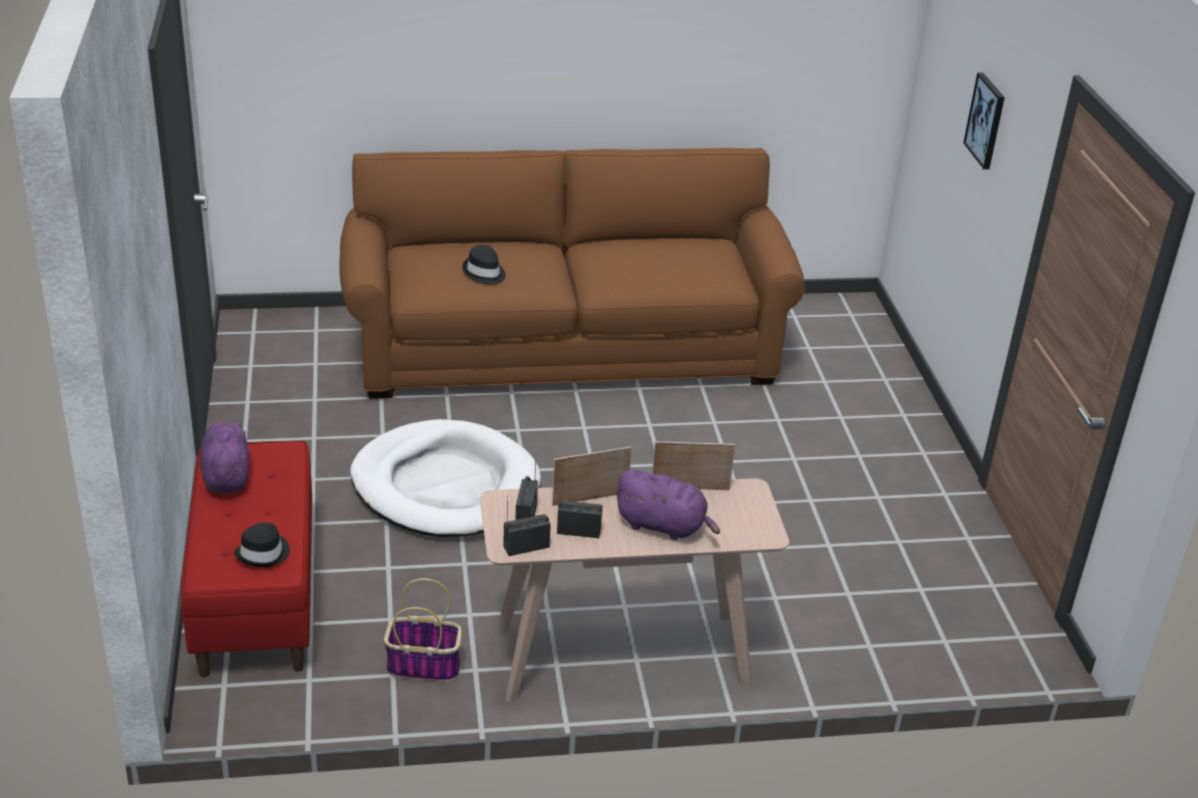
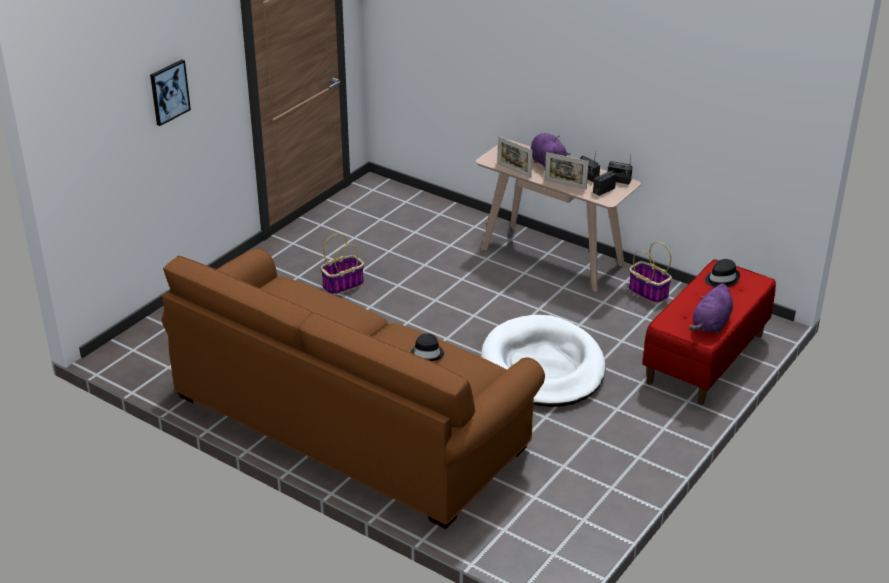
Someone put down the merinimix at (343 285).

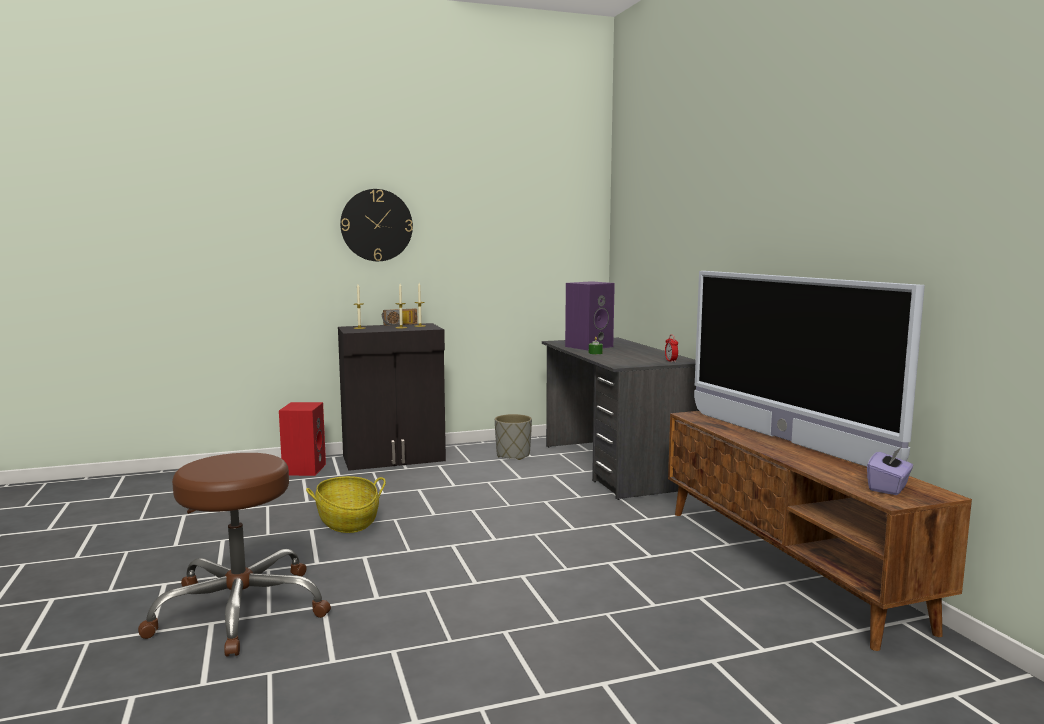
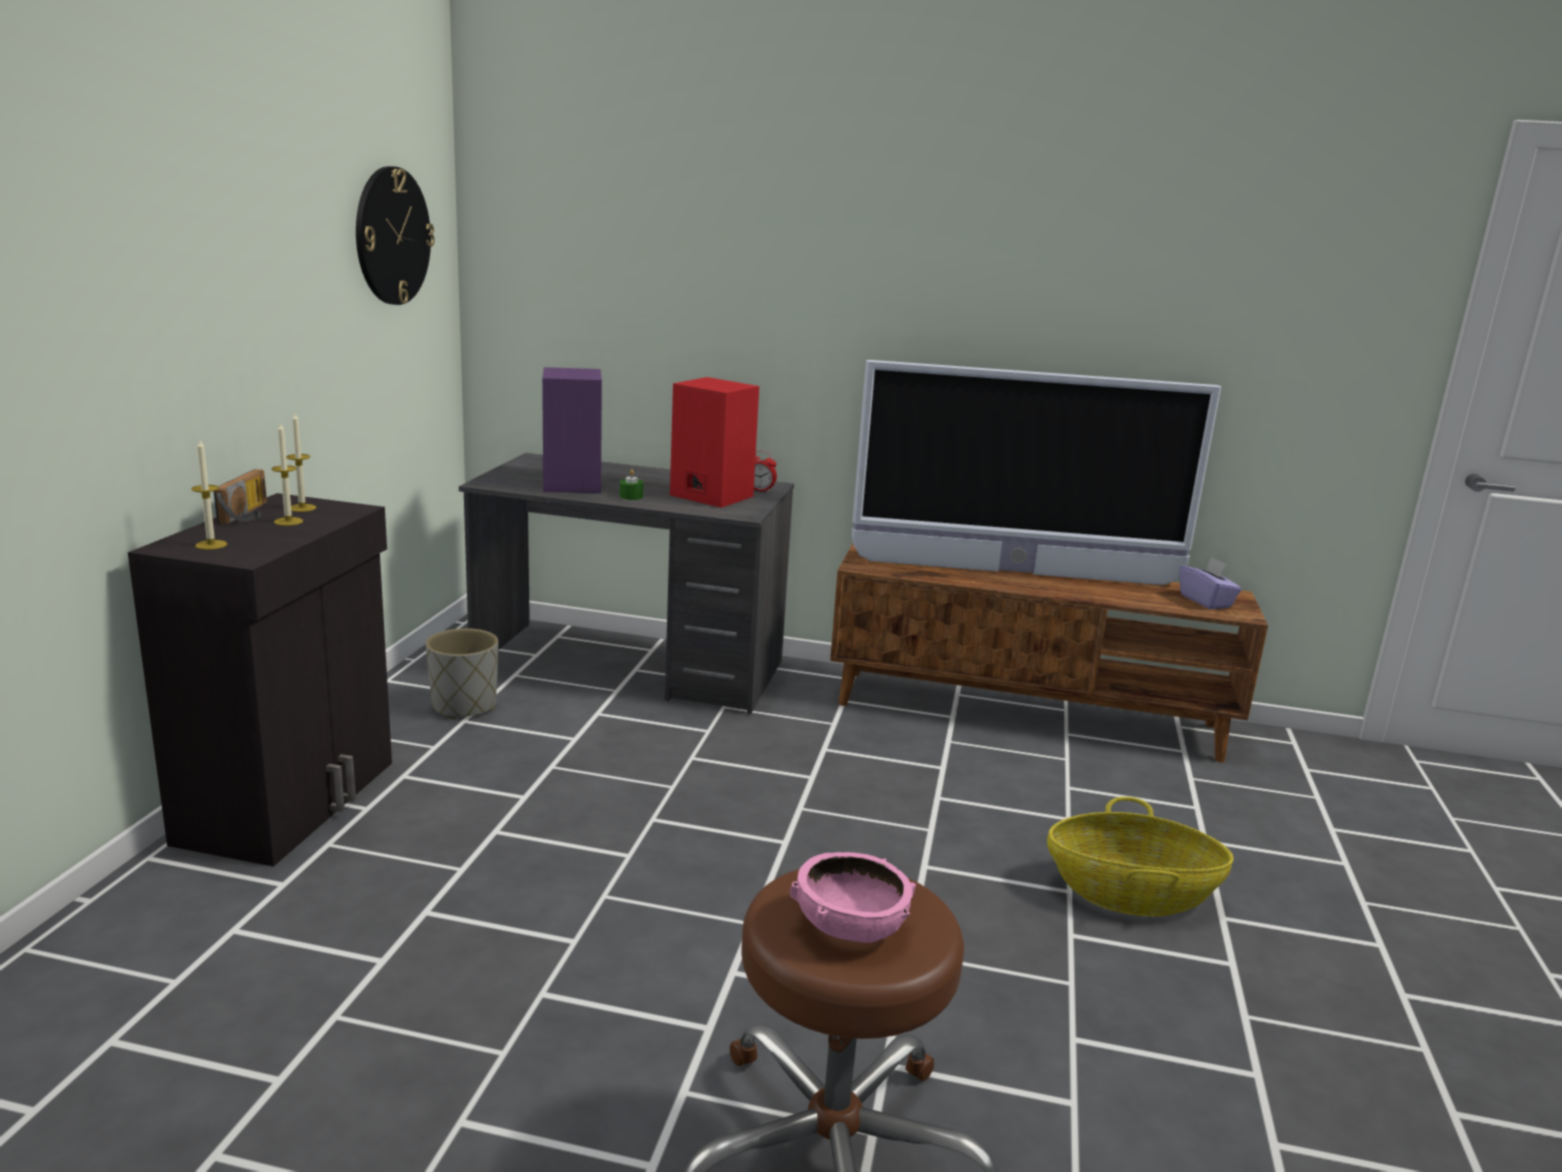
Someone carried the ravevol from (376 225) to (392 236). Someone carried the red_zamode from (303 469) to (709 496). Someone put down the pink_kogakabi at (849 926). Someone carried the merinimix from (347 521) to (1130 893).

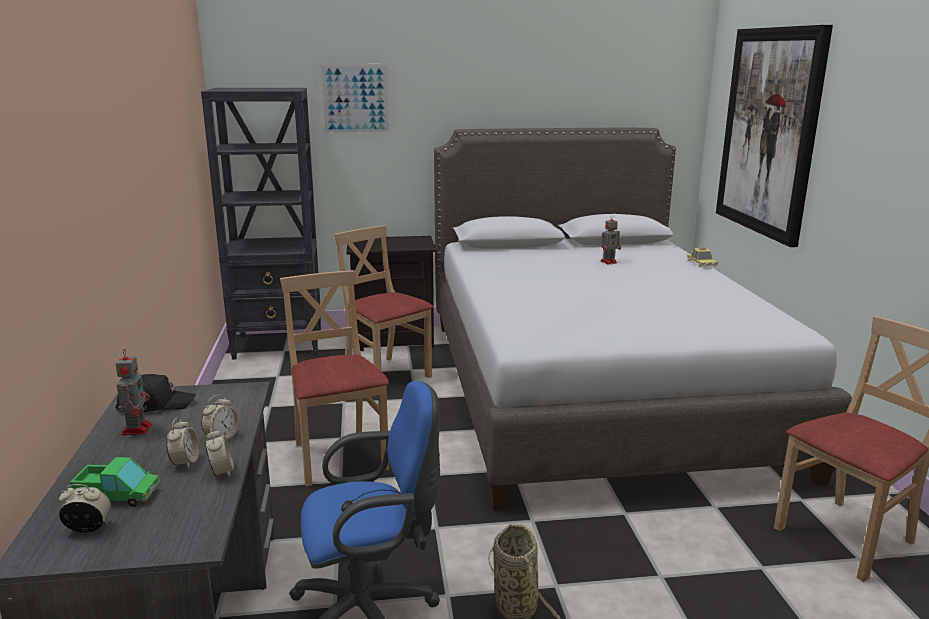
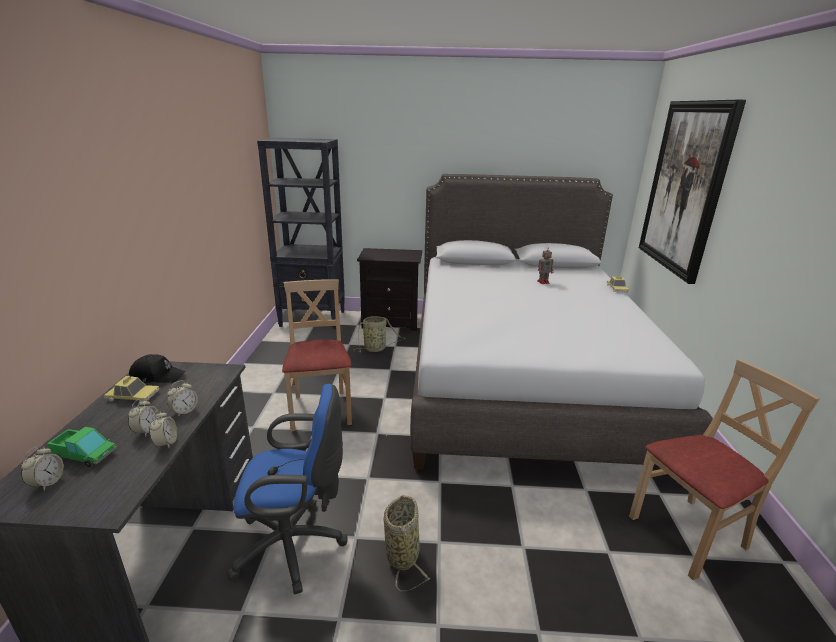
Someone rotated the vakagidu at (88 528) by 90 degrees clockwise. Someone swapped the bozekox at (137 429) for the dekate at (133 396). Someone swapped the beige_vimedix at (386 375) for the merinimix at (376 348). Someone took away the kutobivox at (355 99).

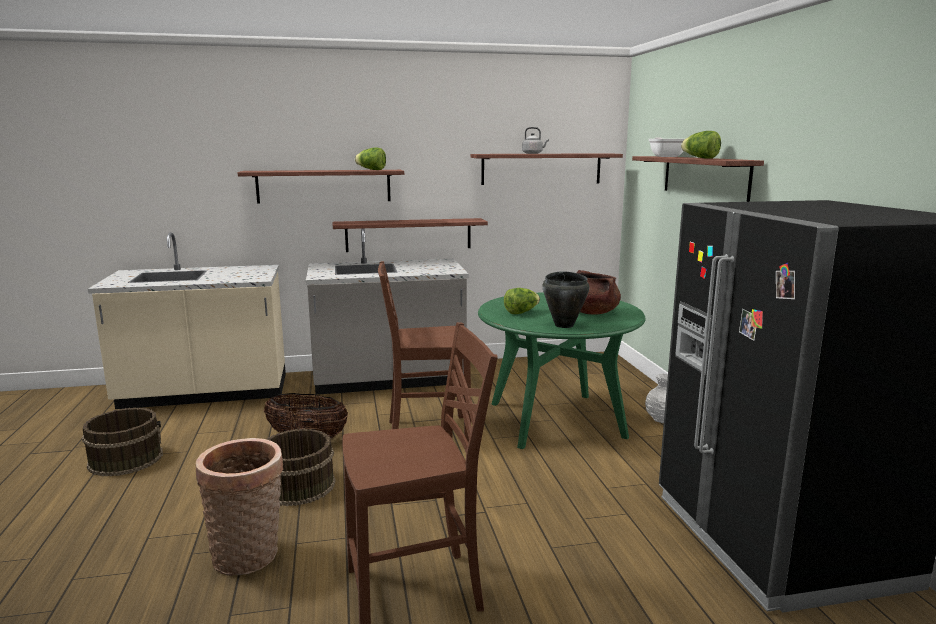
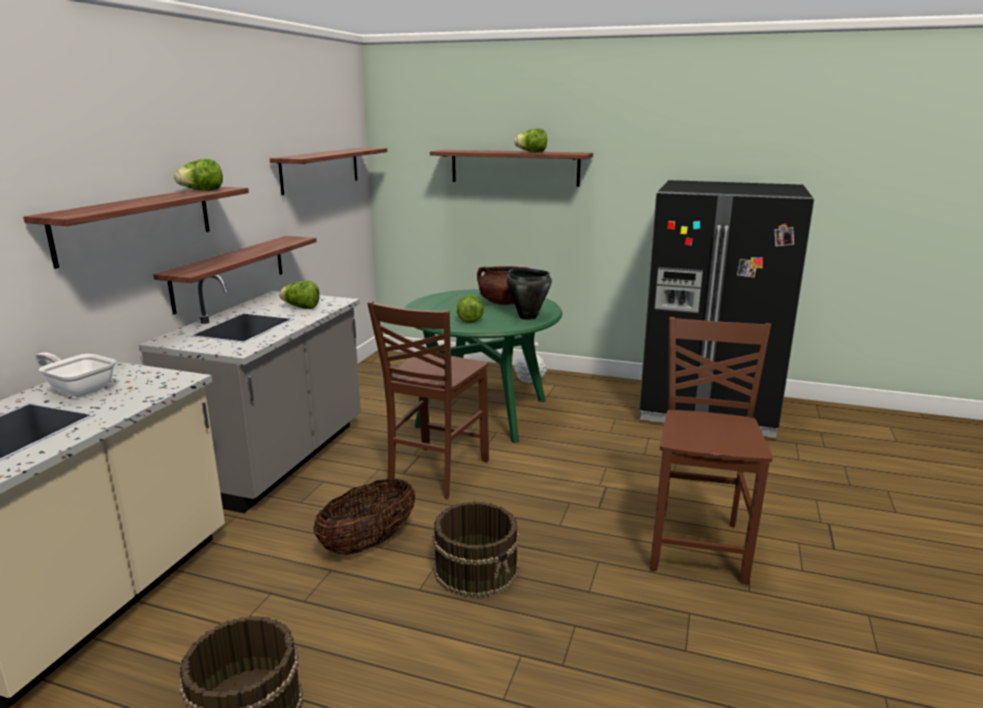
Someone carried the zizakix from (666 156) to (79 389). Someone put down the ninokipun at (301 307). Someone took away the merinimix at (249 556). Someone took away the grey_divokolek at (533 153).

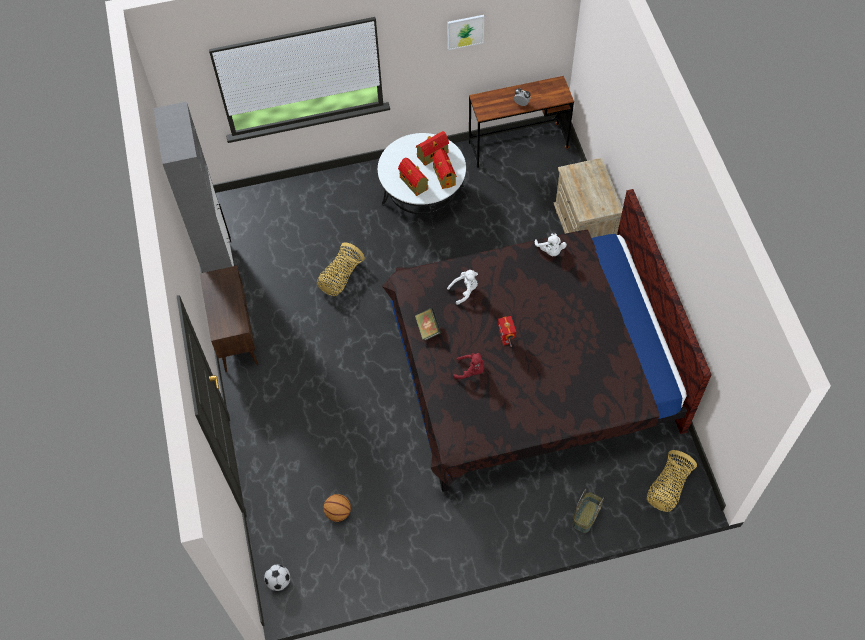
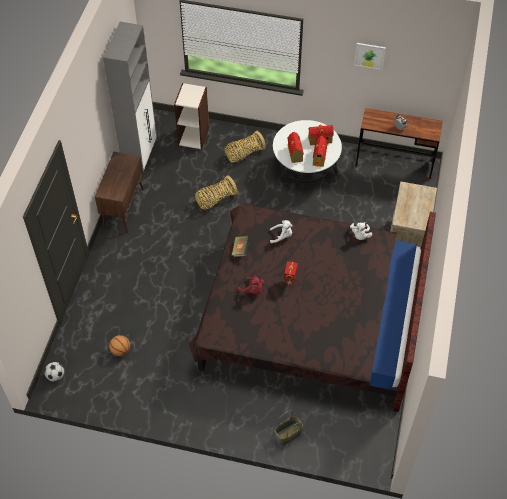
Someone put down the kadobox at (194 136). Someone carried the merinimix from (667 488) to (244 154).

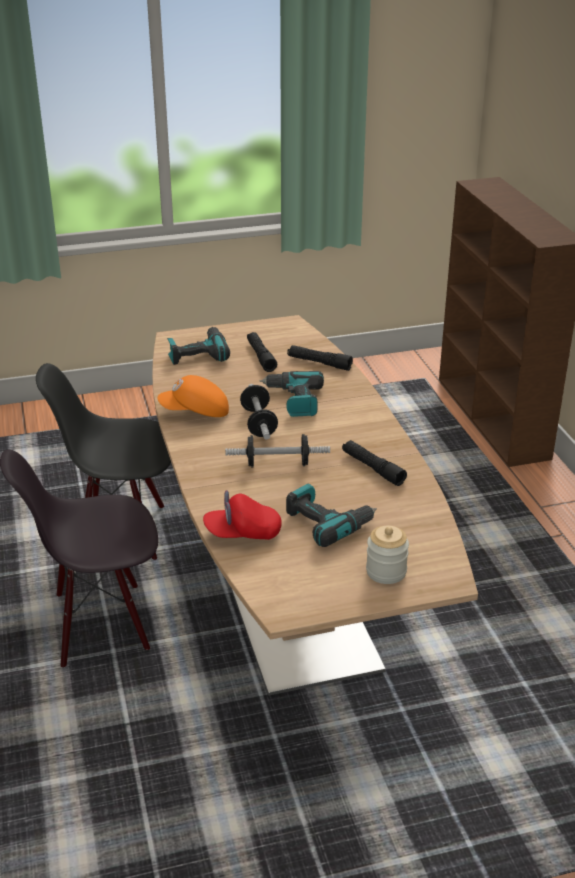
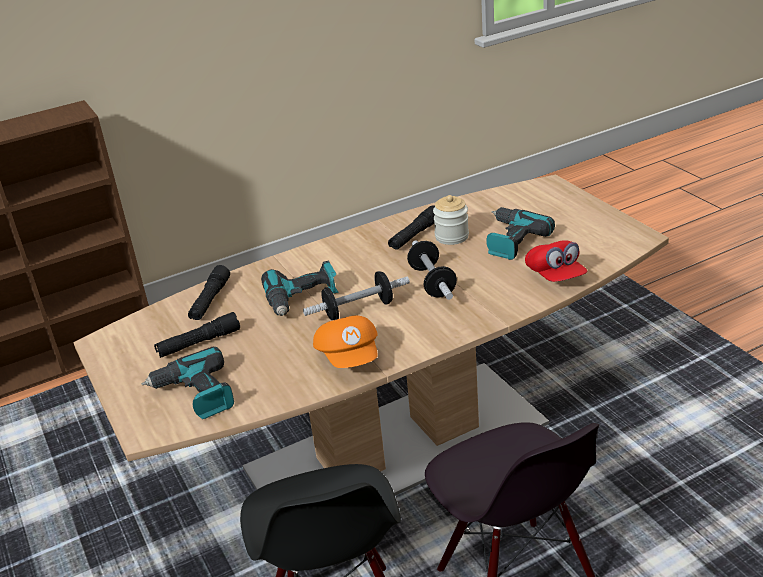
Someone carried the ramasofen from (386 571) to (451 236).

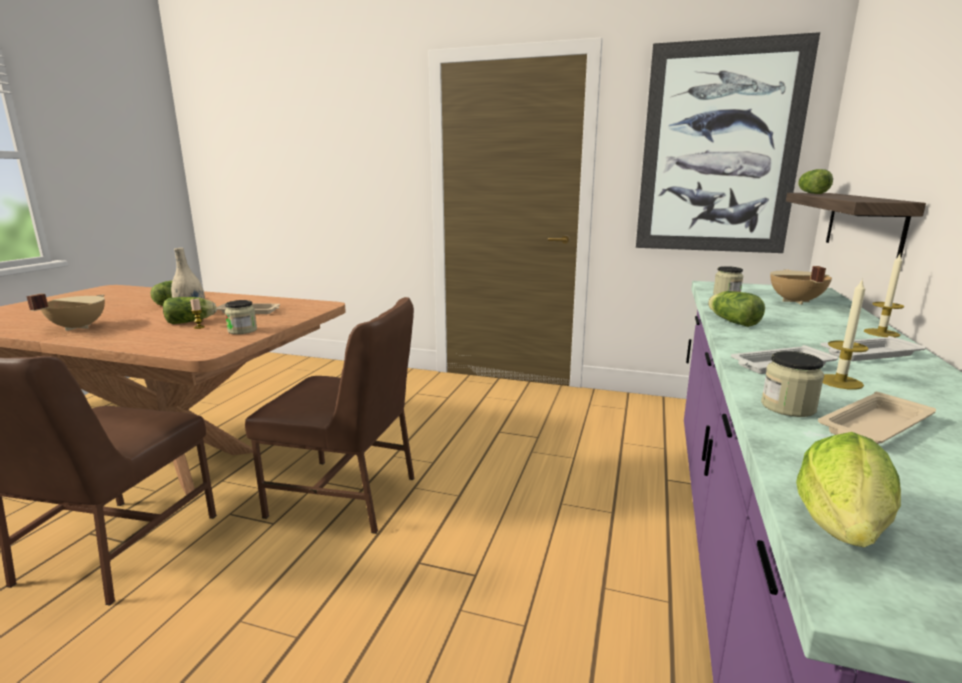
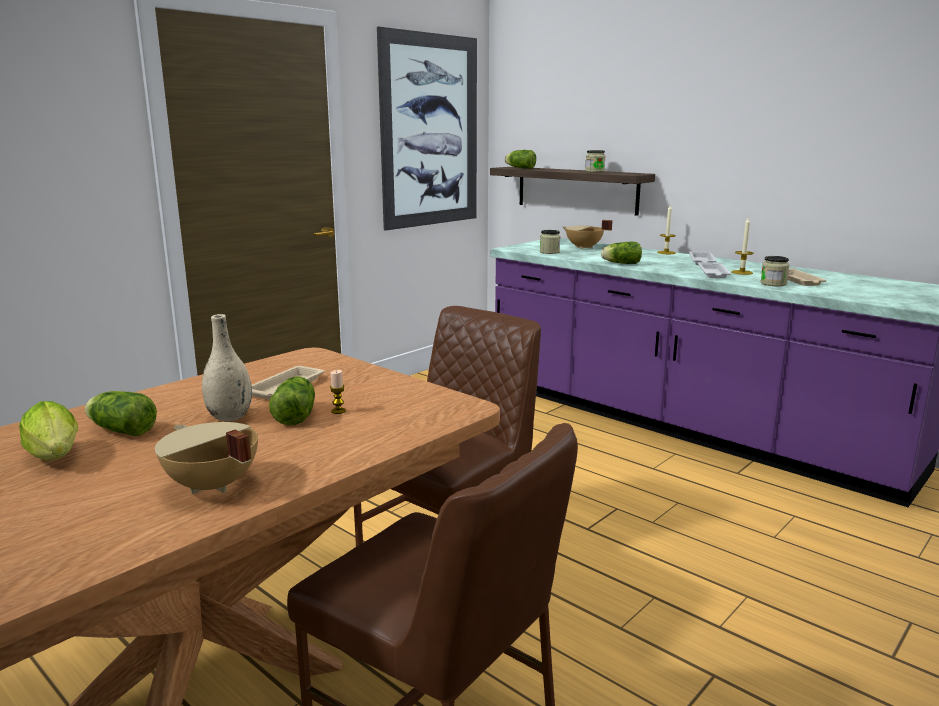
Someone carried the ninokipun from (842 532) to (56 459). Someone carried the ramasofen from (242 330) to (594 171).

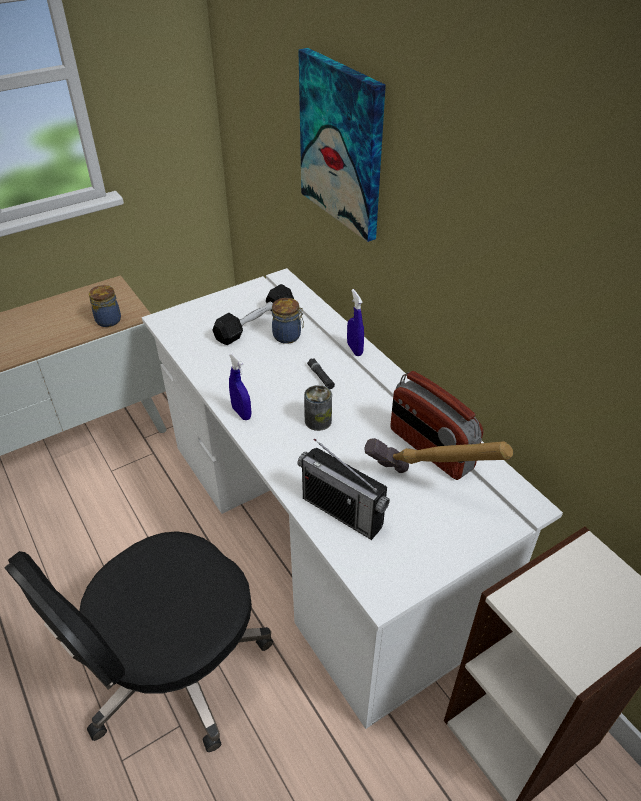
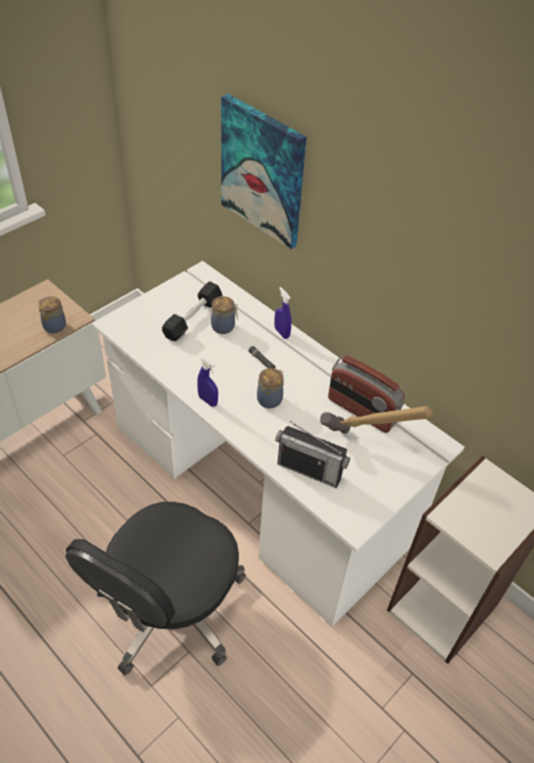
Someone swapped the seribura at (318 421) for the ramasofen at (270 399).

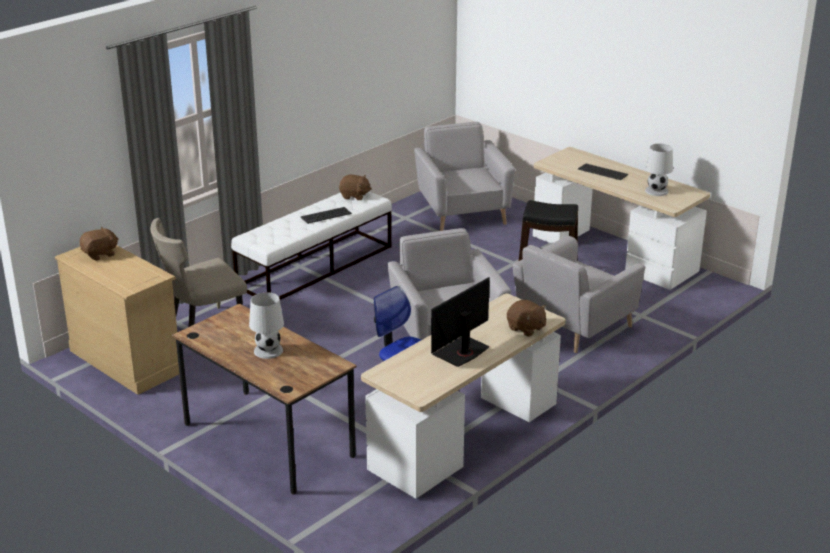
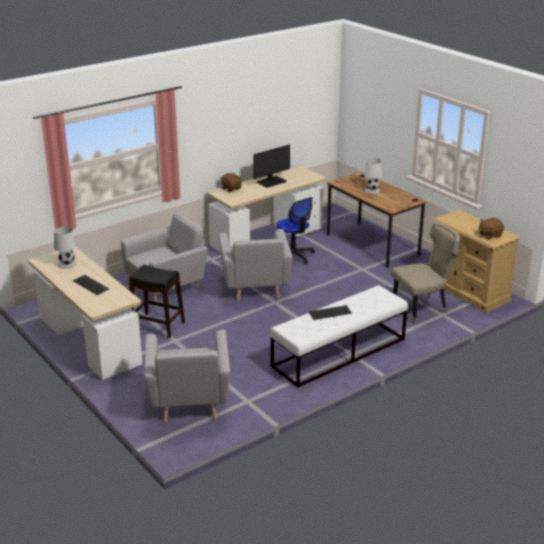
Someone took away the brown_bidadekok at (354 196).

